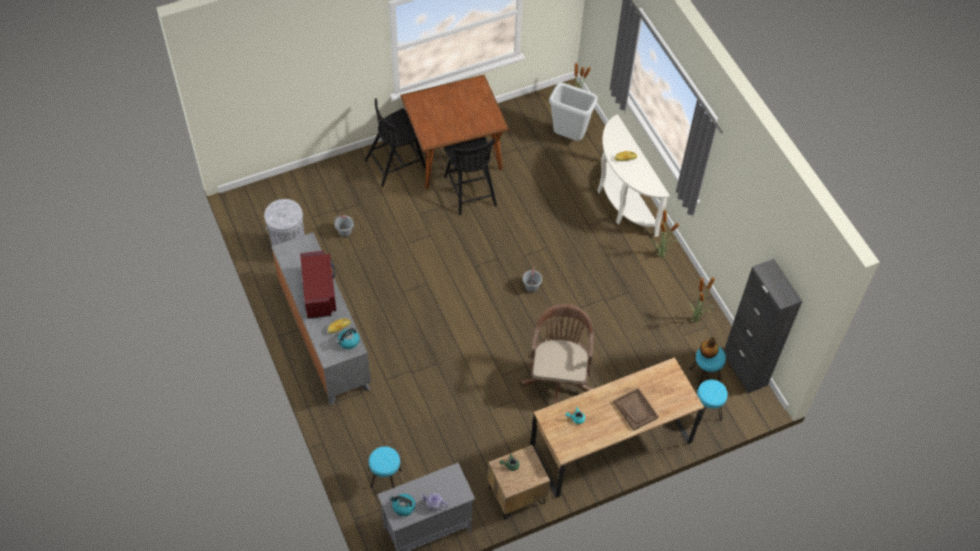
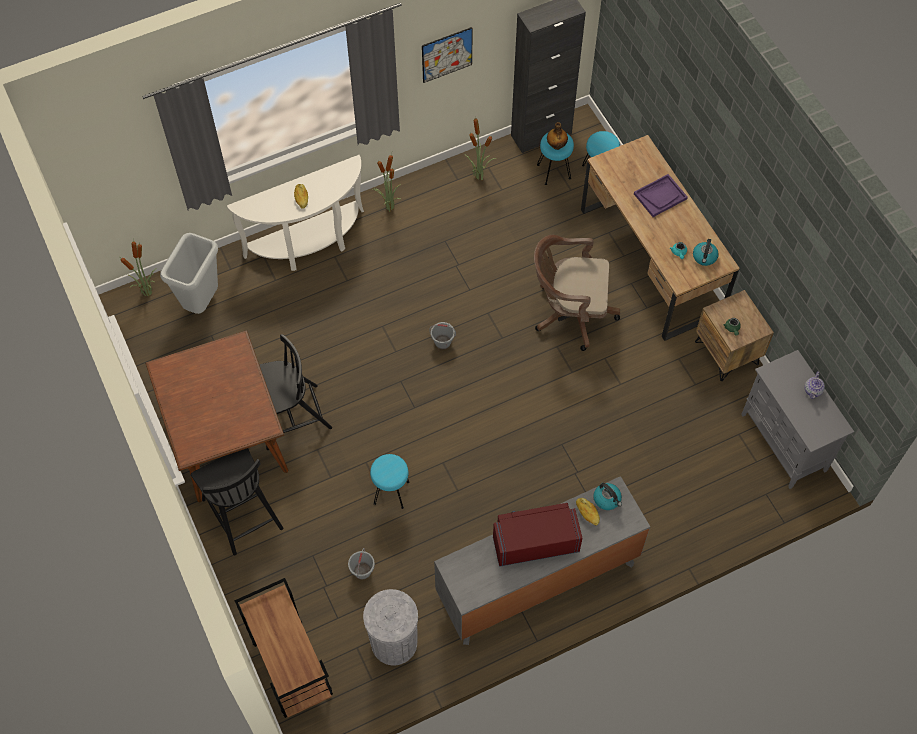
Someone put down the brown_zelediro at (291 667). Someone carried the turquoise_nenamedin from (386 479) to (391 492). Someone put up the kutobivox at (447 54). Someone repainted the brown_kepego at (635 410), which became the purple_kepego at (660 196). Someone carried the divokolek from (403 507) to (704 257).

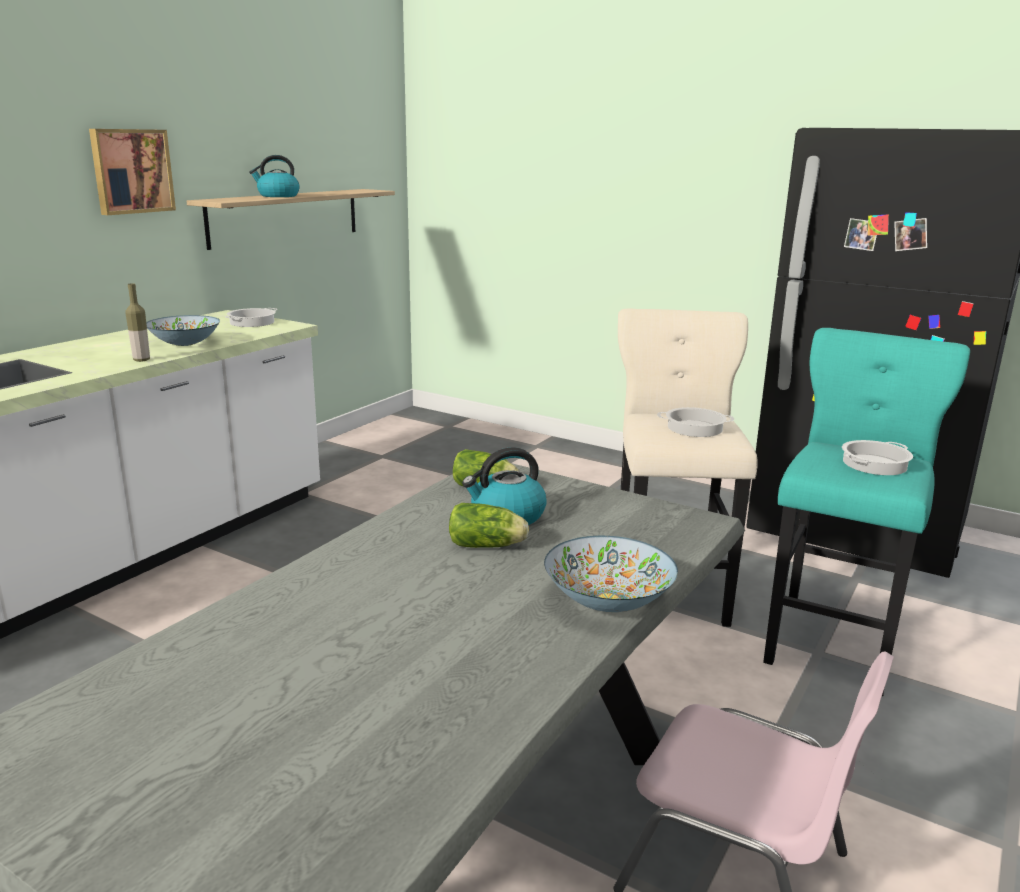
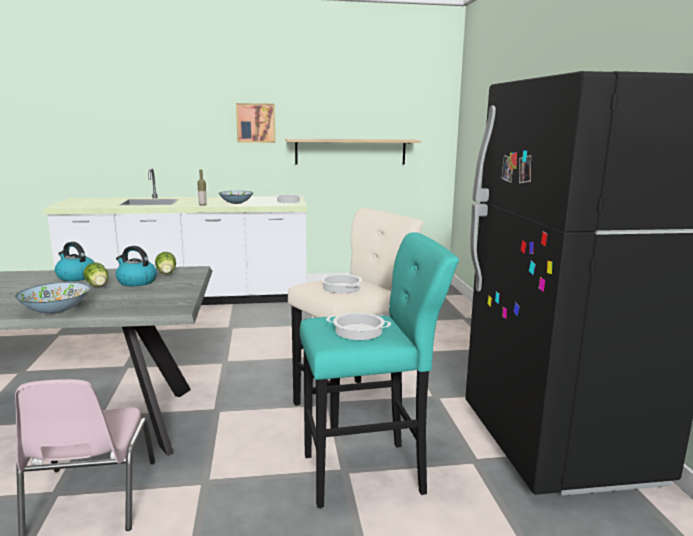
Someone carried the divokolek from (278 196) to (76 277).

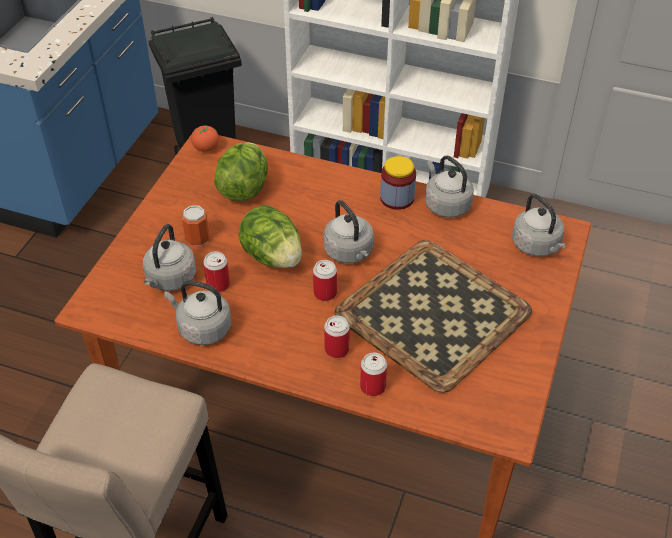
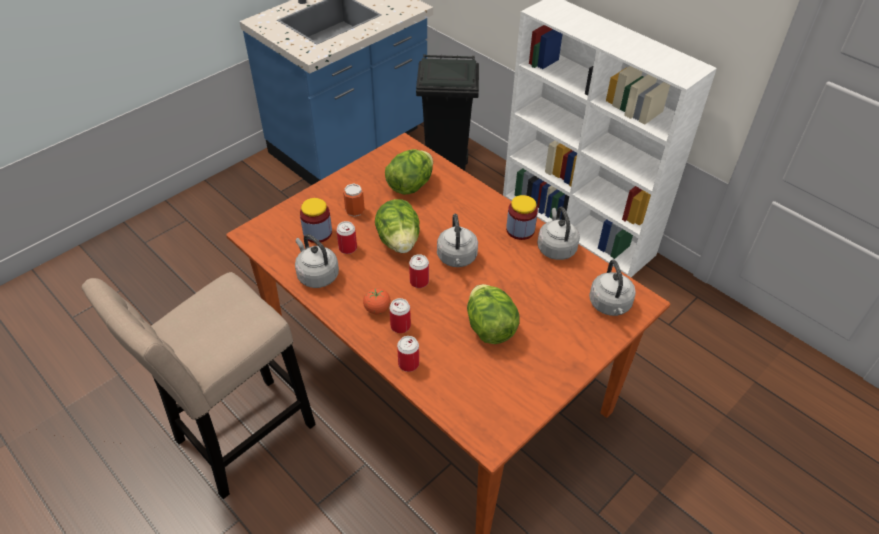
Someone swapped the grey_divokolek at (170 280) for the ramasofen at (317 233). Someone carried the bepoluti from (206 148) to (377 309). Someone swapped the kepego at (433 315) for the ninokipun at (490 328).

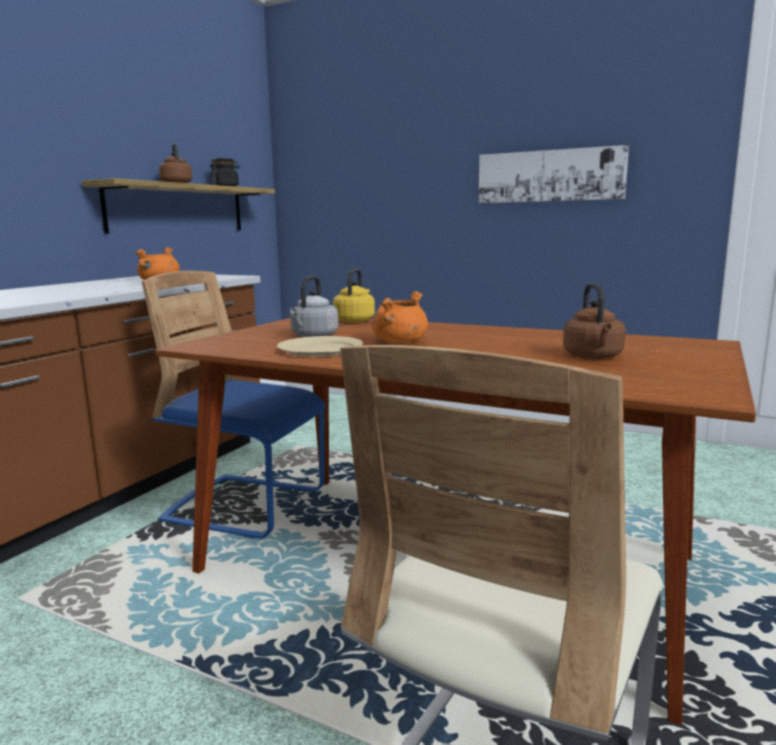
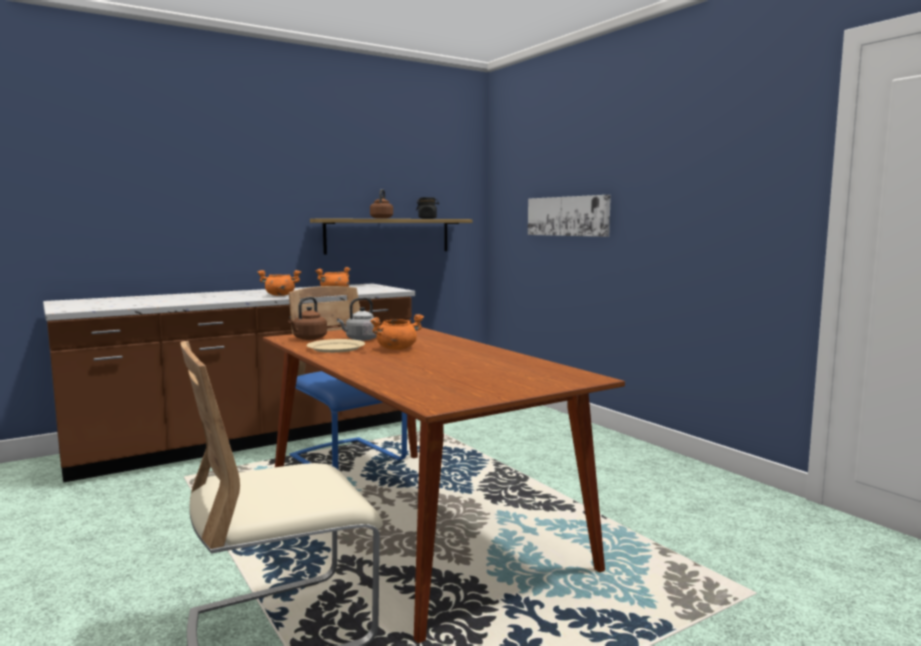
Someone put down the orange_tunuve at (279 295). Someone carried the brown_divokolek from (593 357) to (308 338). Someone carried the kutobivox from (550 176) to (568 216). Someone took away the yellow_divokolek at (355 320).

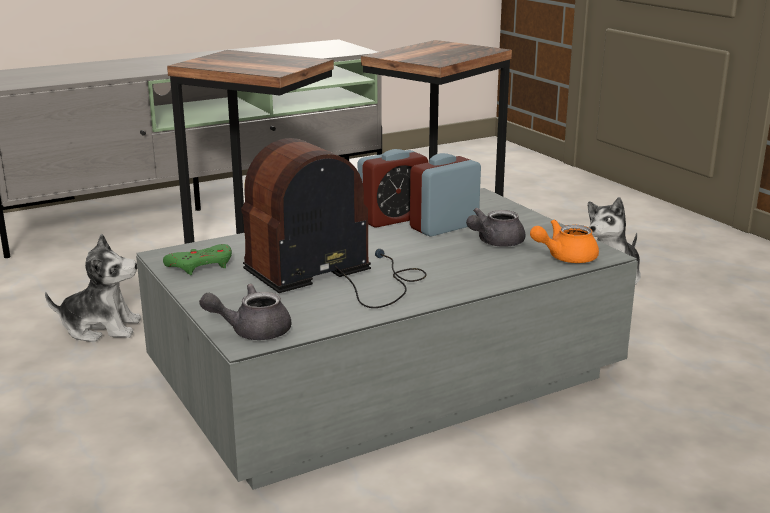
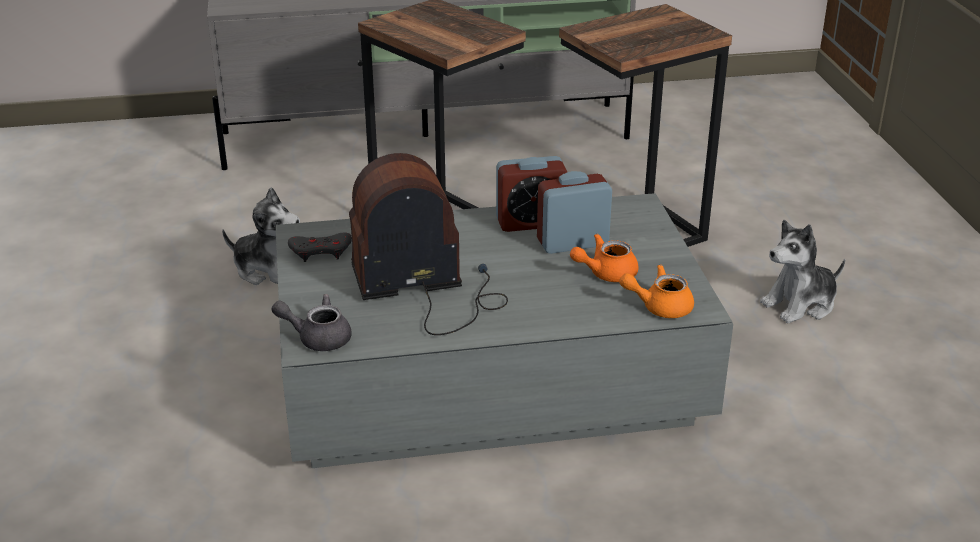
Someone repainted the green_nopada at (201 265), which became the grey_nopada at (321 251). Someone repainted the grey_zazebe at (494 242), which became the orange_zazebe at (605 273).

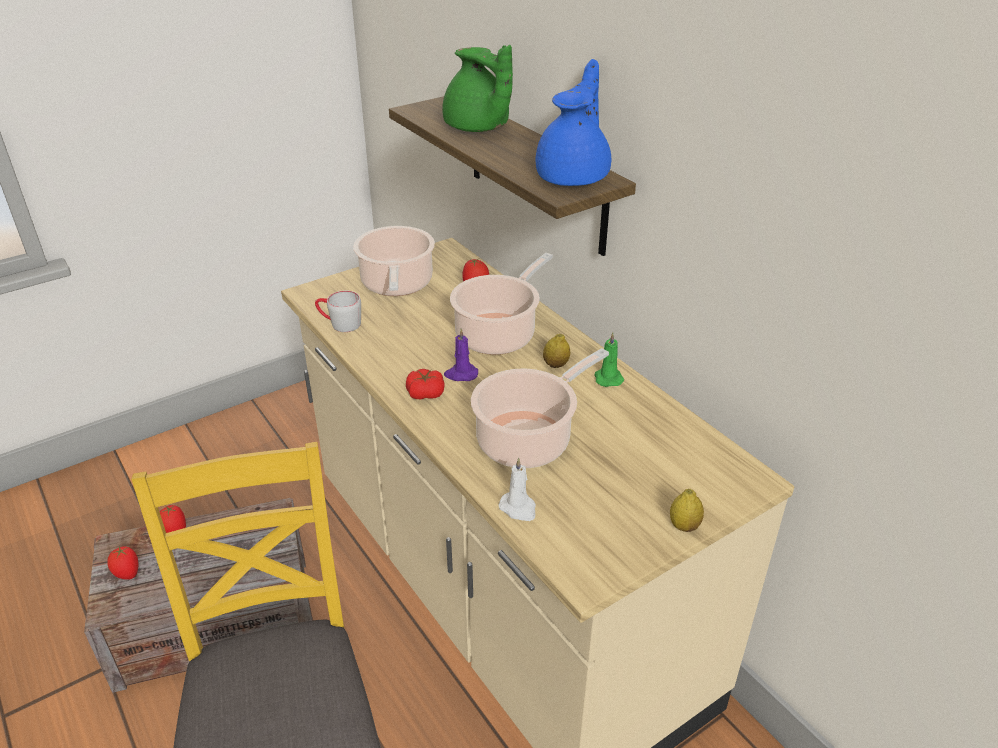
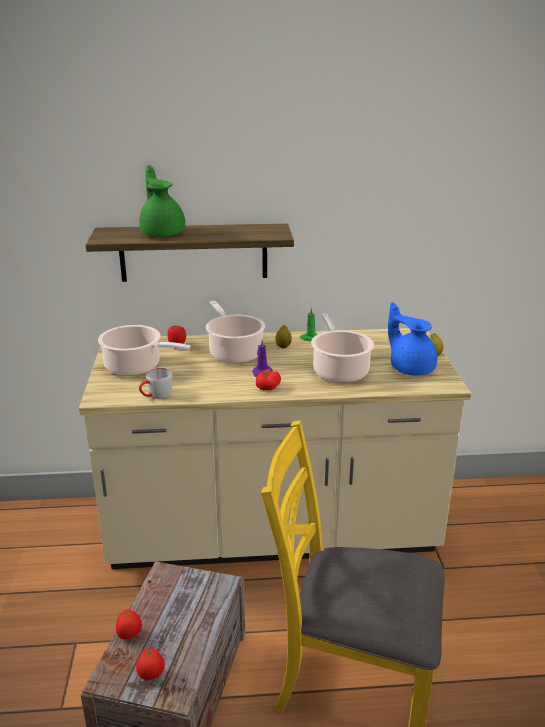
Someone rotated the green_zazebe at (478 128) by 105 degrees counterclockwise. Someone carried the blue_zazebe from (574 176) to (410 368). Someone took away the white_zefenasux at (519 508).

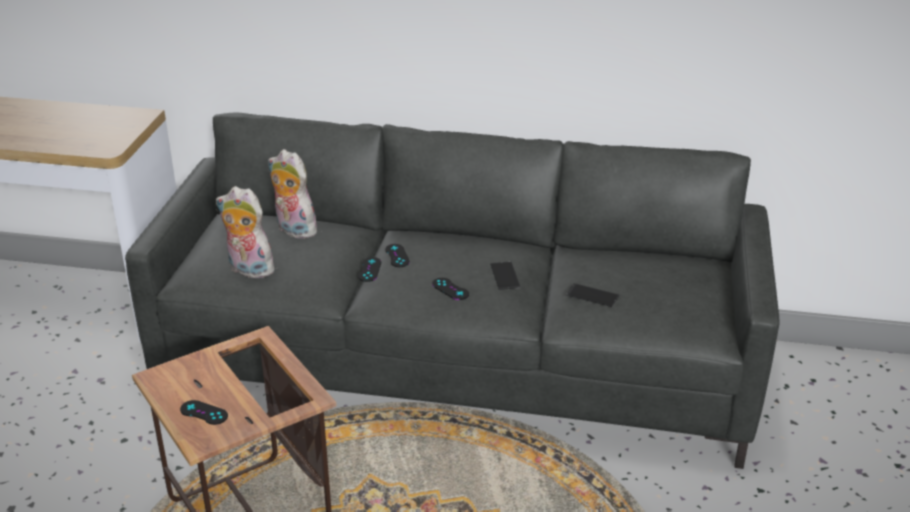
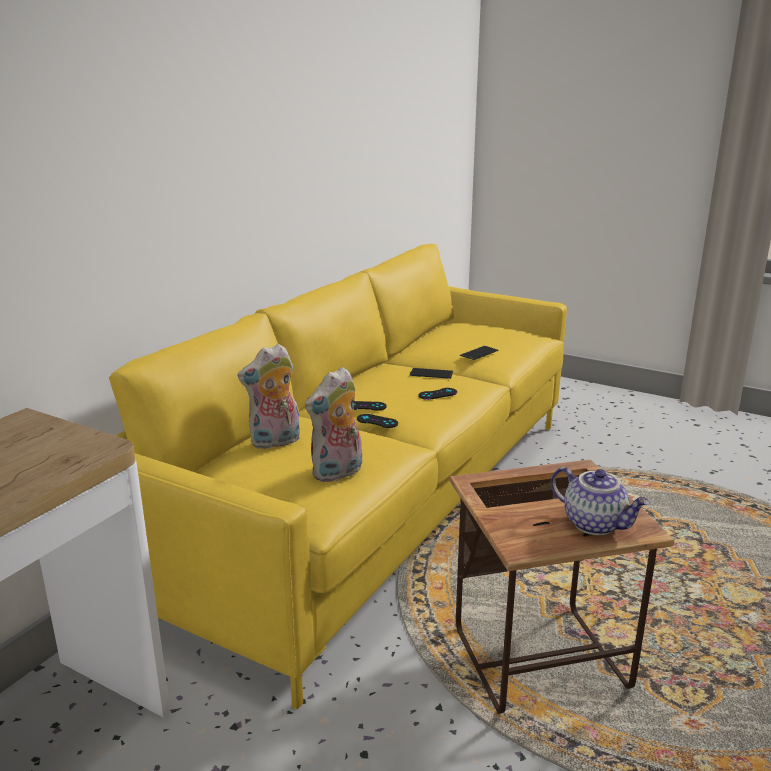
Someone repainted the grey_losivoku at (456 373), which became the yellow_losivoku at (384 506). Someone swapped the black_nopada at (204 413) for the zazebe at (595 524).

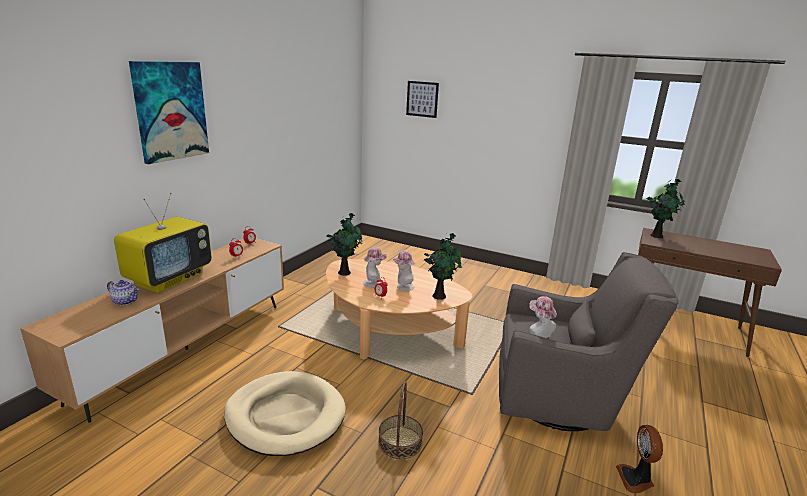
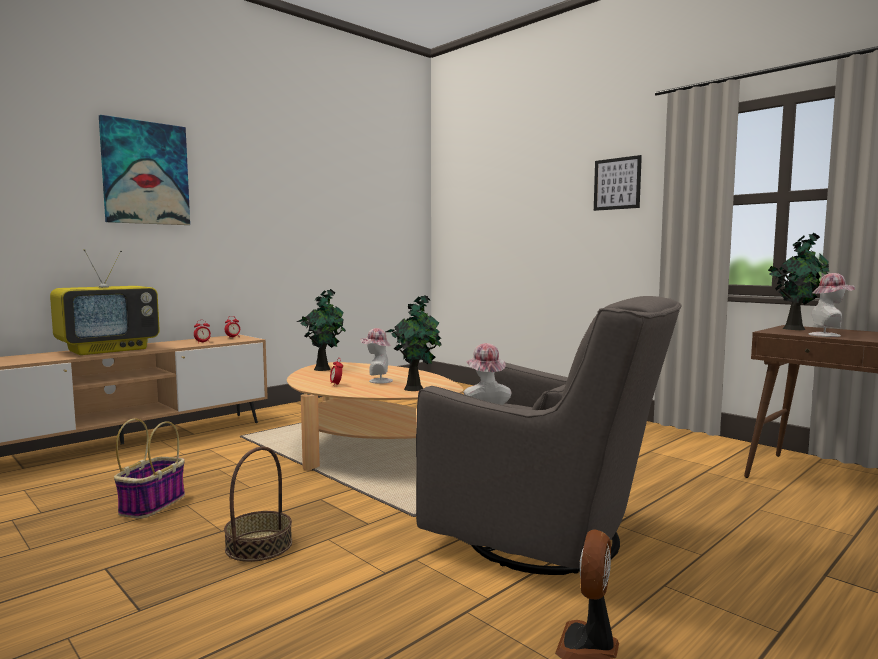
Someone swapped the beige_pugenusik at (285 416) for the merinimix at (153 504). Someone carried the kutobivox from (422 99) to (617 183). Someone carried the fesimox from (373 283) to (828 335). Someone took away the zazebe at (126 301).

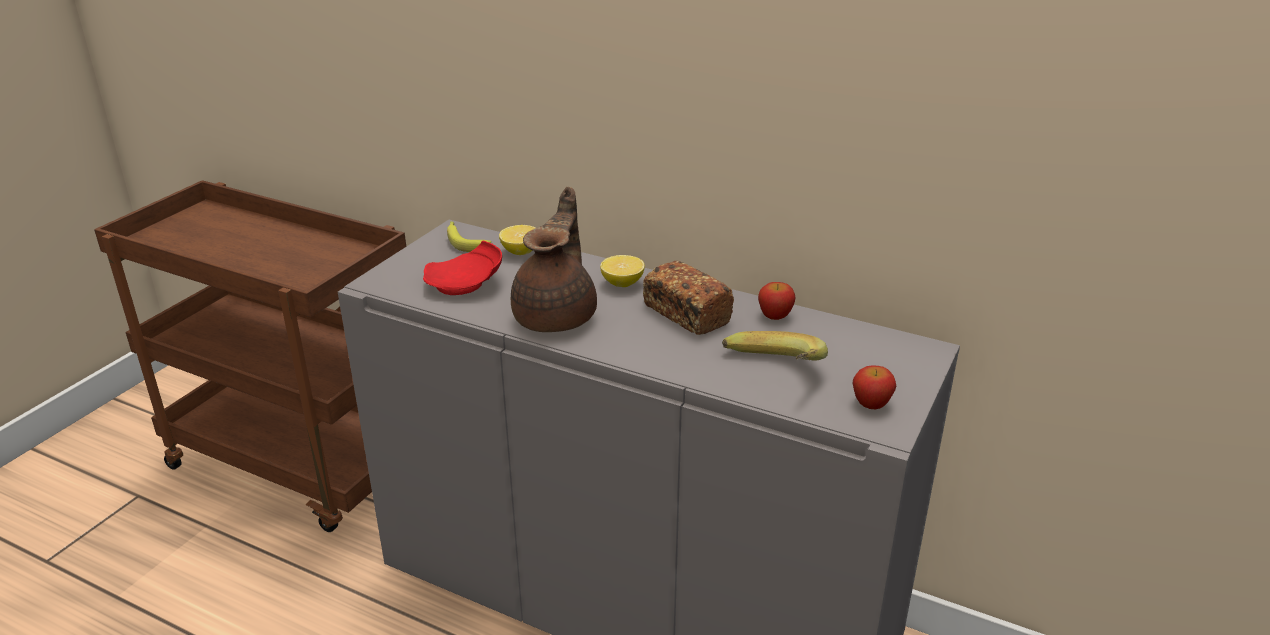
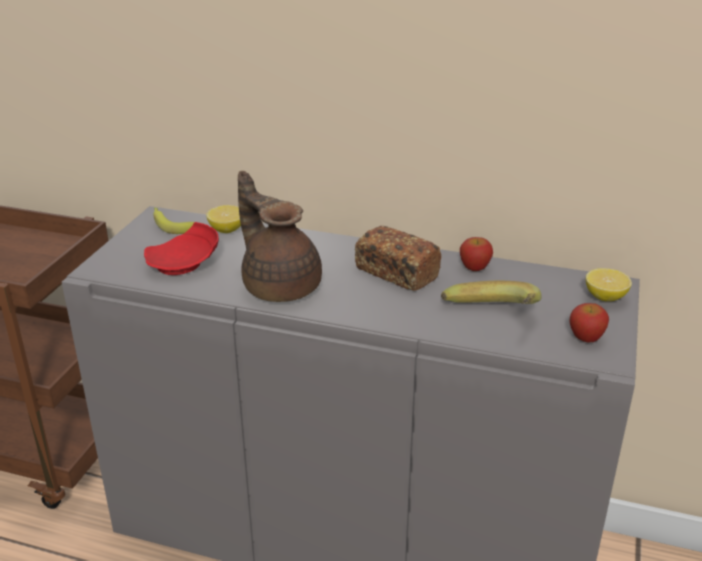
Someone rotated the brown_zazebe at (557 316) by 45 degrees counterclockwise. Someone carried the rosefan from (622 283) to (605 297).

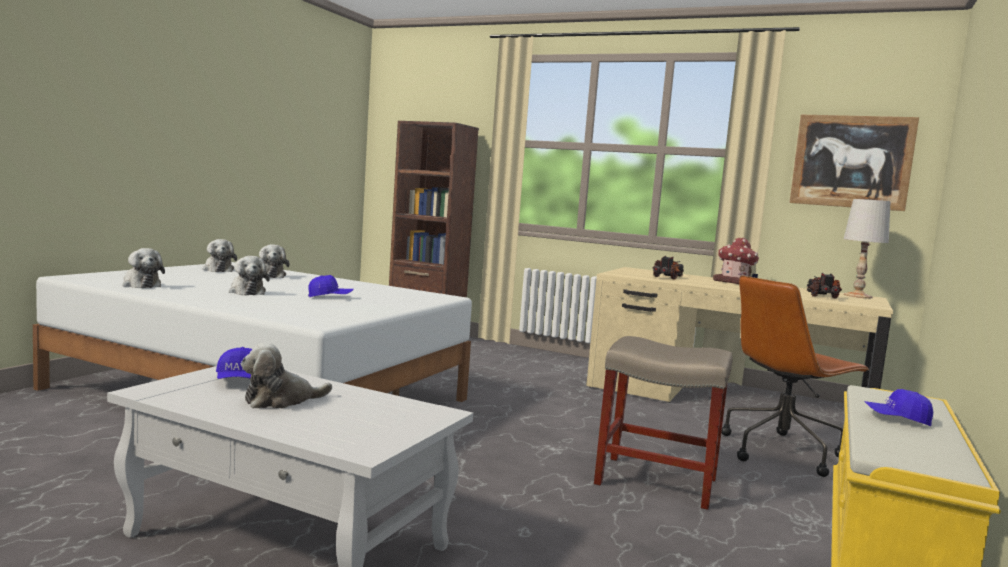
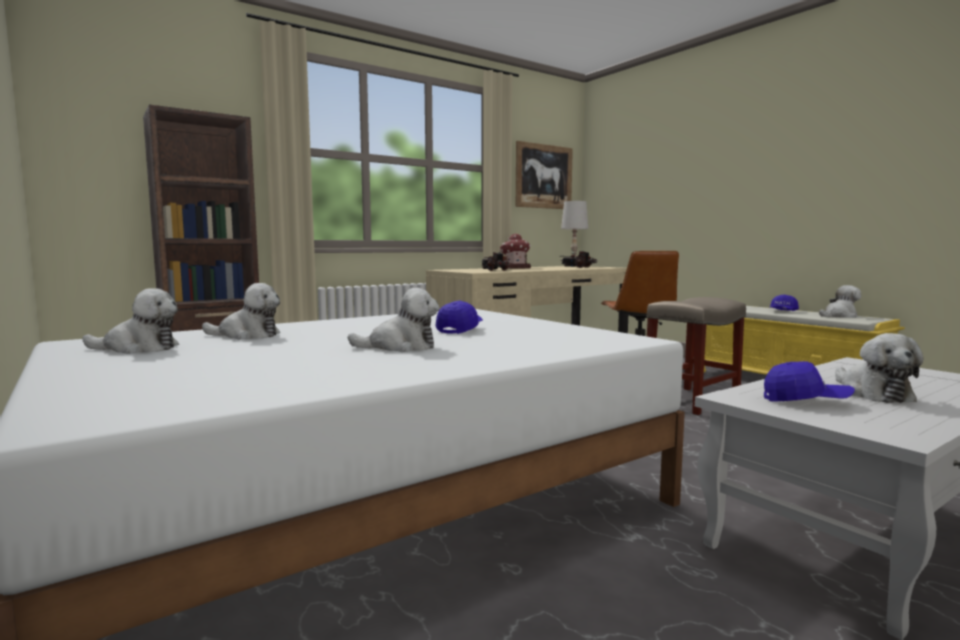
Someone carried the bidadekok from (141 285) to (839 316).

